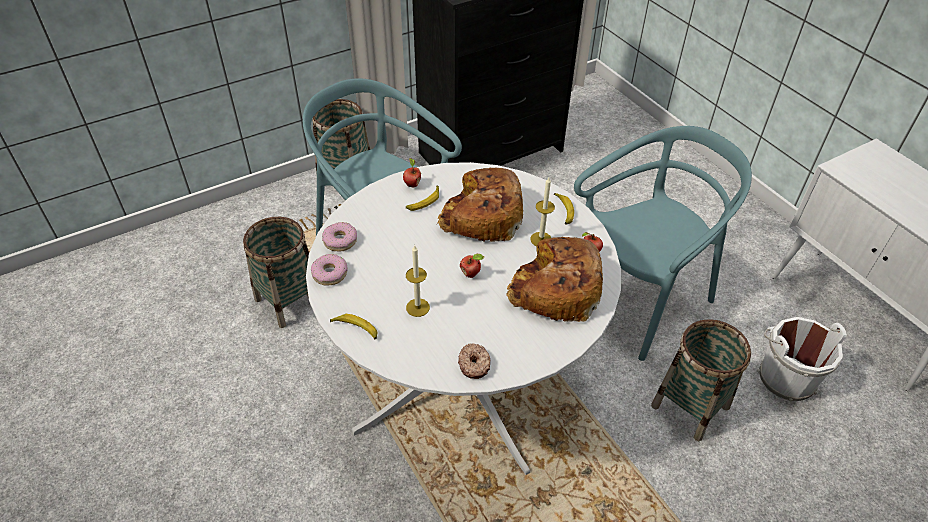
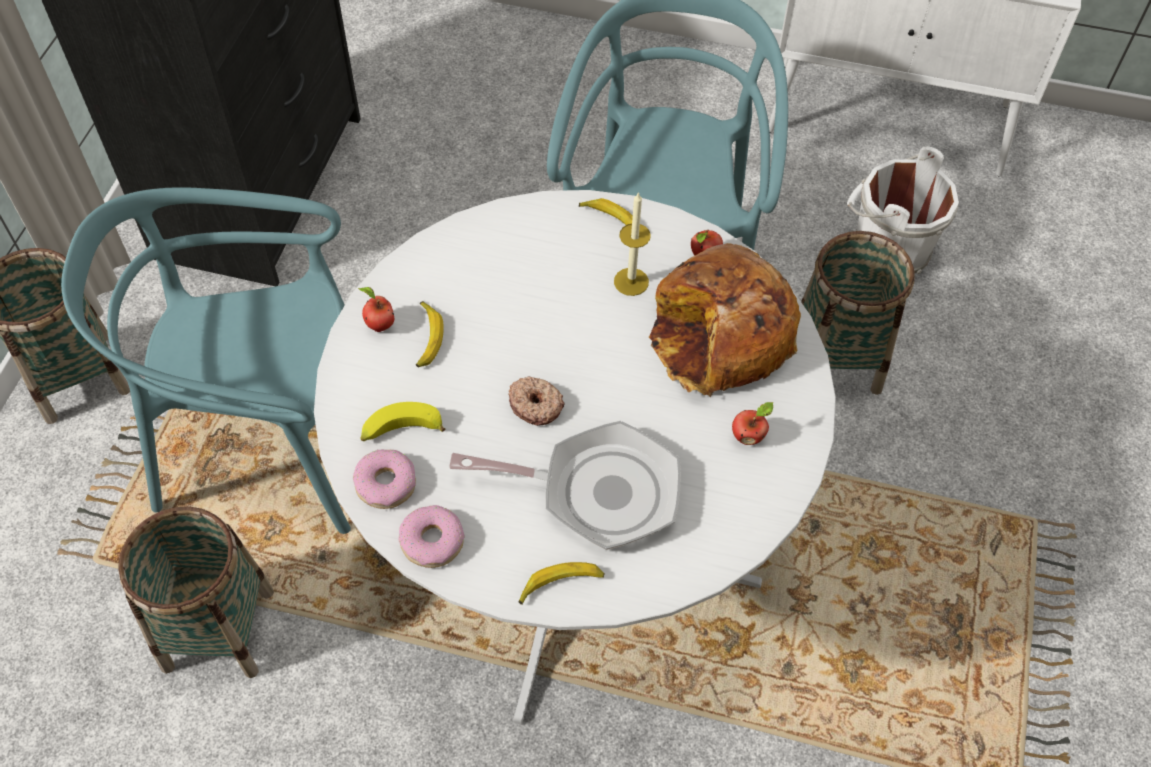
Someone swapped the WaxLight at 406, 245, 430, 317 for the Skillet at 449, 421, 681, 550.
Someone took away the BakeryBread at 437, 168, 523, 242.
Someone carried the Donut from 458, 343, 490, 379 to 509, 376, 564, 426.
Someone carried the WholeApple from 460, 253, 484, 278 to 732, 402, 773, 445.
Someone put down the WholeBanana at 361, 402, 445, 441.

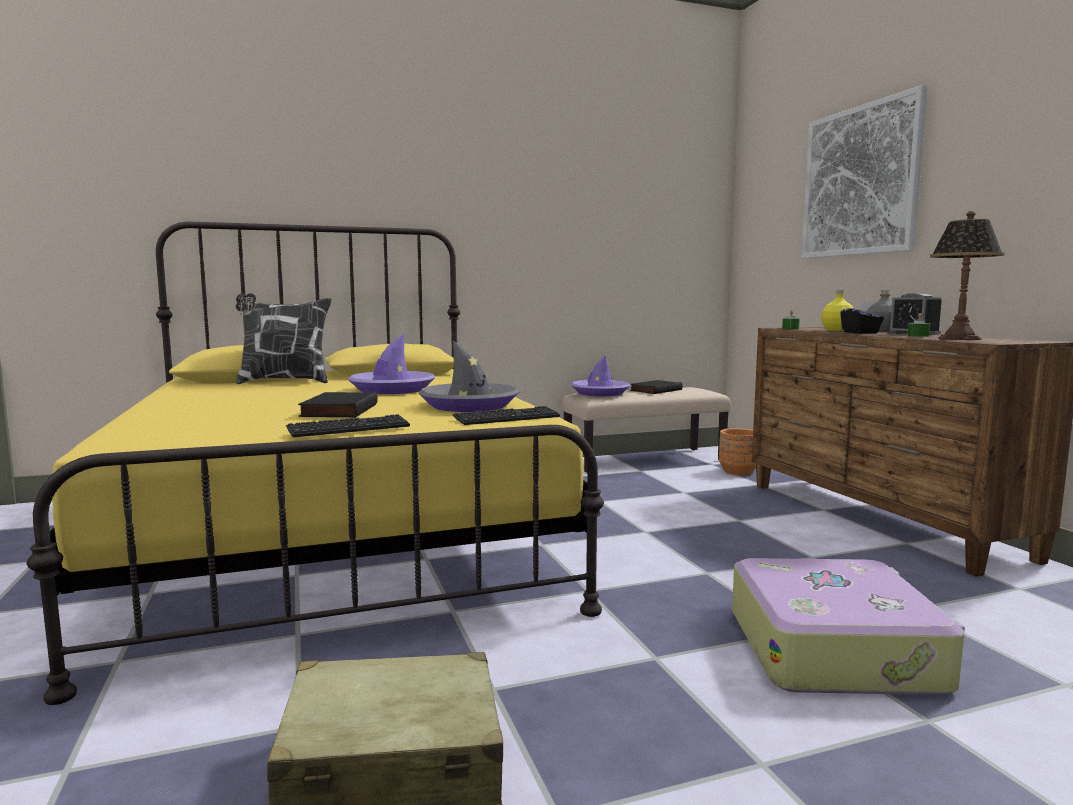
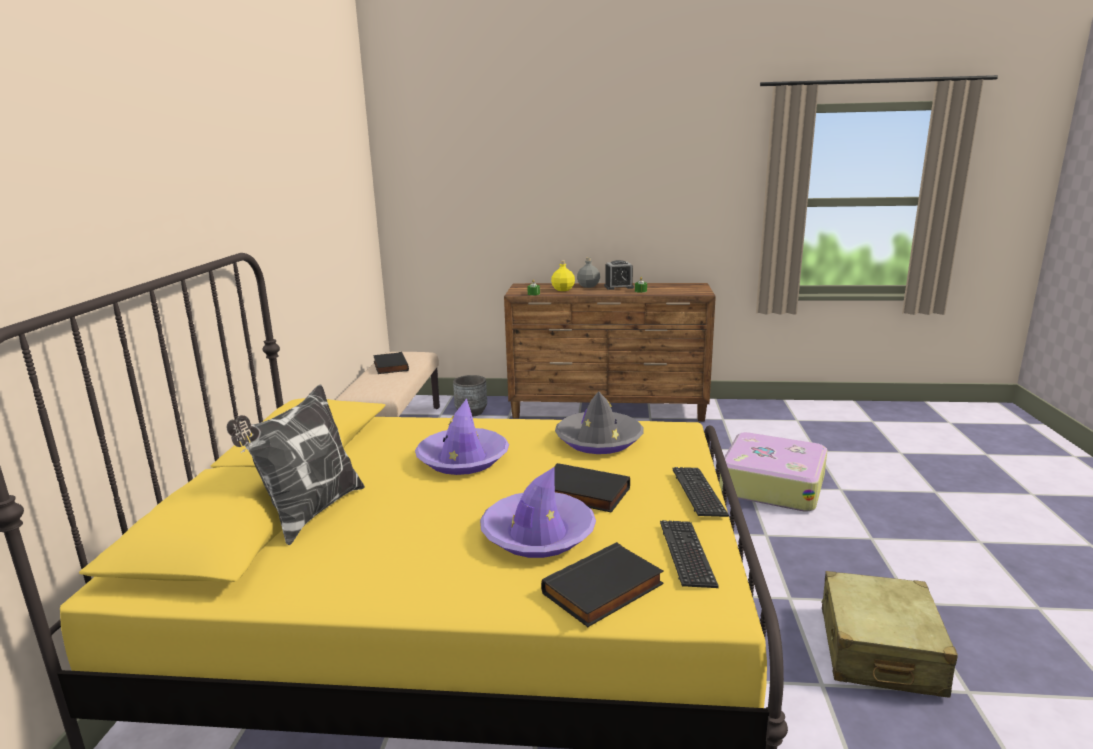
Someone carried the PcKeyboard from 453, 406, 560, 425 to 660, 520, 719, 588.
Someone carried the PurplishClothingHat from 571, 355, 631, 396 to 480, 467, 596, 558.
Someone repainted the OrangeColouredFlowerPot at 719, 428, 756, 475, which became the GrayFlowerPot at 453, 375, 487, 417.
Someone took away the WallPicture at 801, 85, 927, 258.
Someone took away the BlackTissueHolder at 840, 301, 884, 334.
Someone took away the TabletopLamp at 930, 211, 1005, 340.
Someone put down the BlackBook at 541, 542, 664, 627.

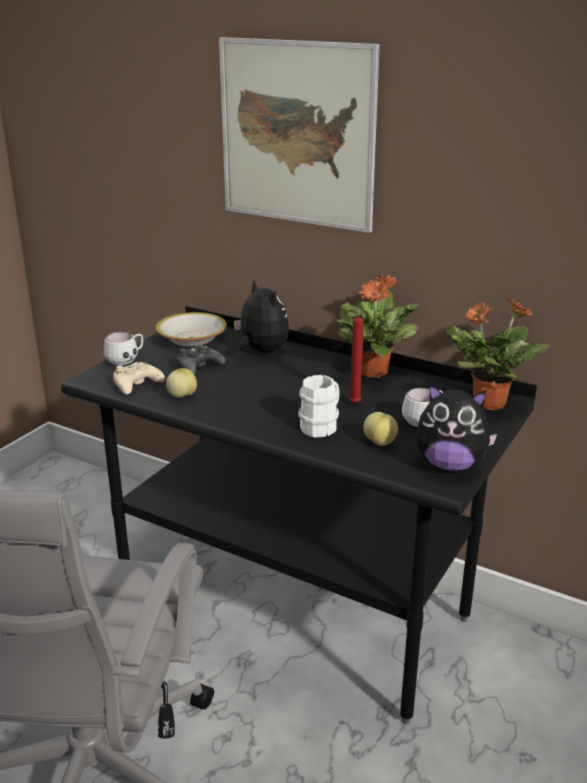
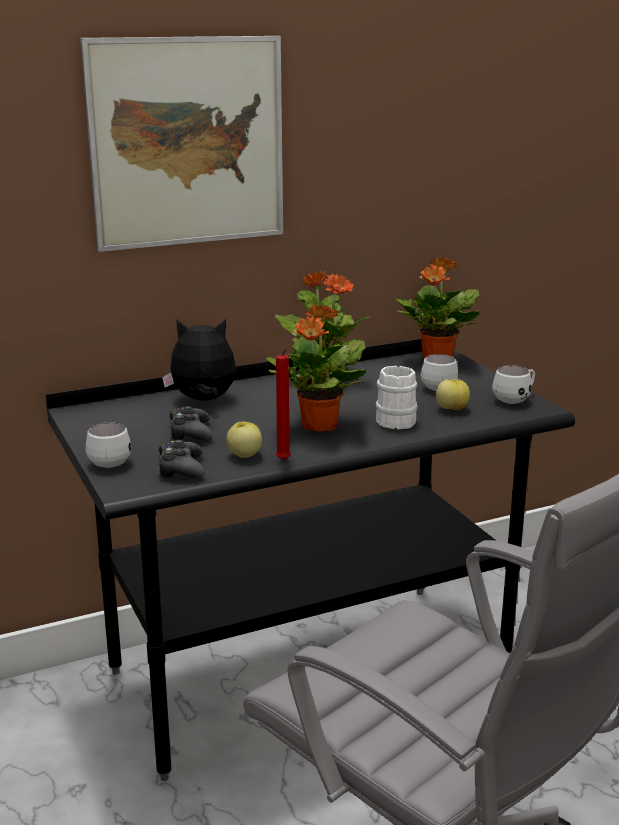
Someone repainted the BeigeColouredGamepad at 113, 361, 165, 395, which became the BlackGamepad at 158, 440, 204, 478.
Someone took away the DeepDish at 156, 312, 227, 347.
Someone carried the RedColouredWaxLight from 349, 312, 364, 404 to 276, 348, 291, 461.
Someone swapped the SoftToy at 416, 384, 497, 471 for the WhiteCoffeeMug at 492, 365, 535, 404.
Someone put down the PlantInAPot at 266, 304, 366, 432.

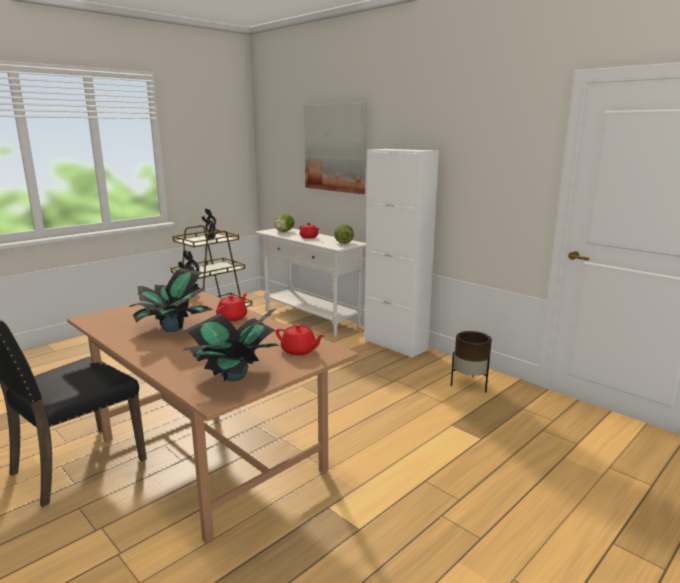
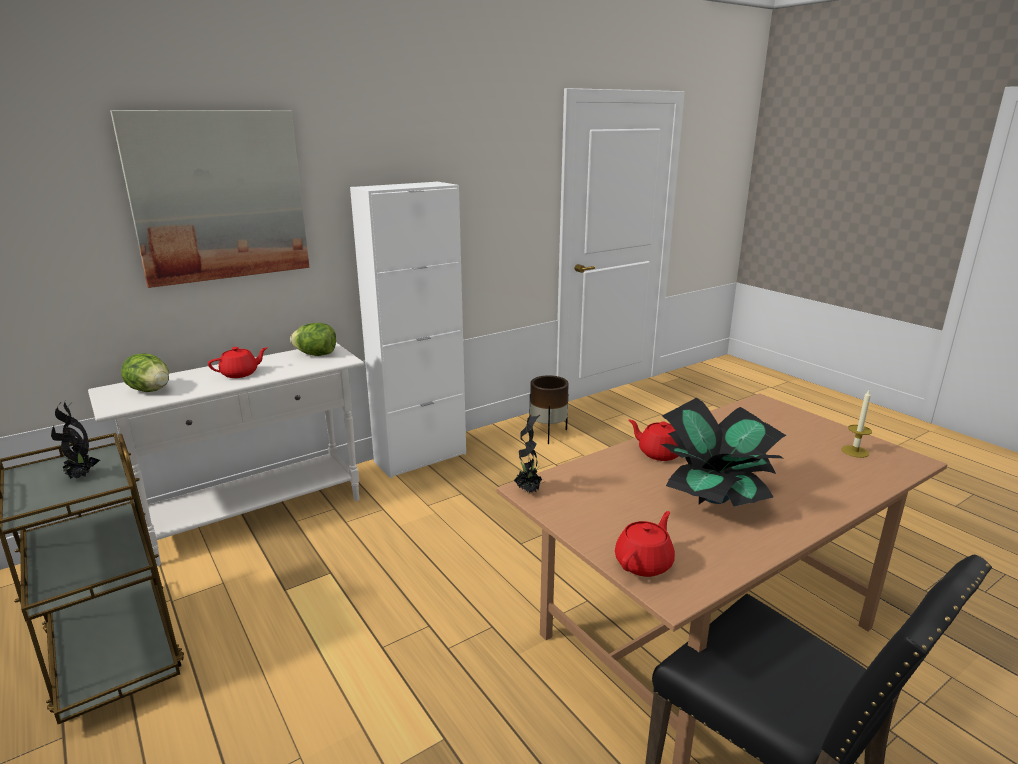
Someone swapped the PlantInAPot at 182, 308, 279, 381 for the WaxLight at 842, 390, 872, 458.
Someone carried the RedColouredTeaPot from 276, 324, 325, 355 to 615, 511, 675, 577.

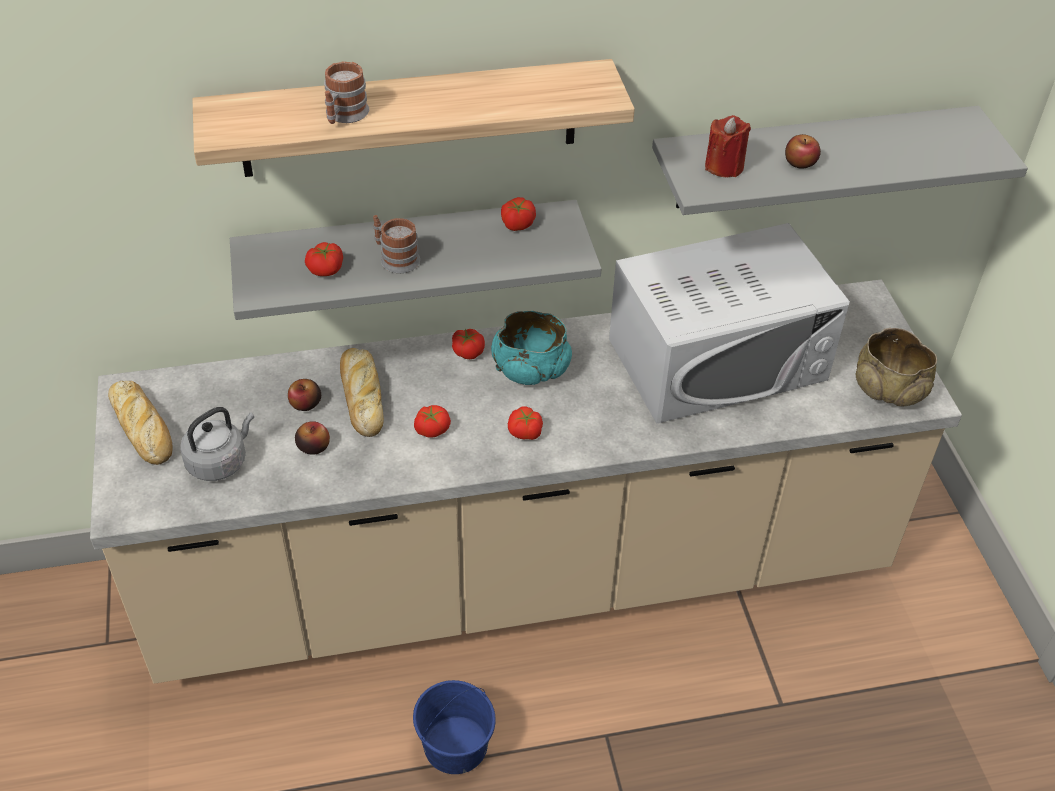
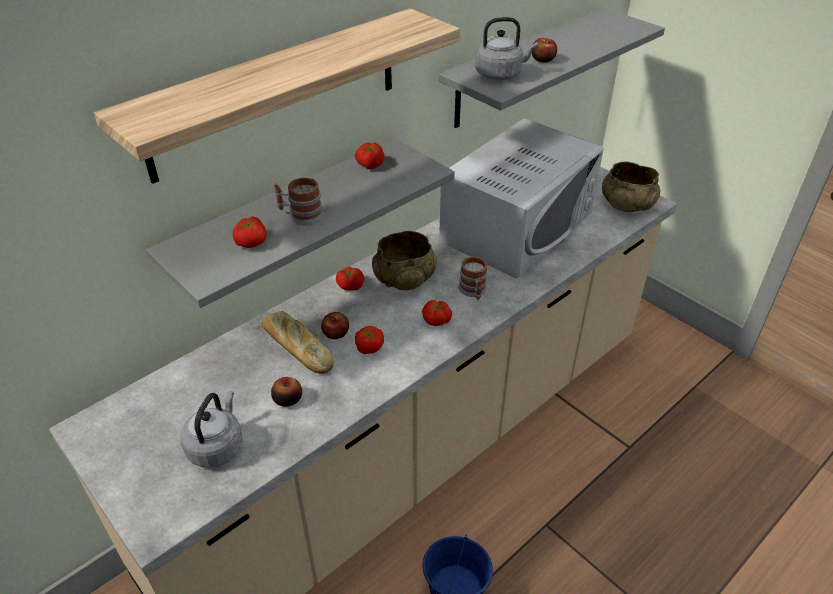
Someone took away the BakeryBread at 108, 381, 173, 465.
Someone carried the WholeApple from 288, 379, 321, 411 to 321, 312, 349, 339.
Someone carried the CoffeeMug from 324, 61, 369, 124 to 458, 256, 488, 300.
Someone repainted the TurquoiseDeepDish at 491, 311, 572, 385, which became the BeigeColouredDeepDish at 372, 231, 437, 290.
Someone swapped the RedColouredWaxLight at 705, 115, 751, 177 for the GrayKettle at 475, 17, 538, 80.

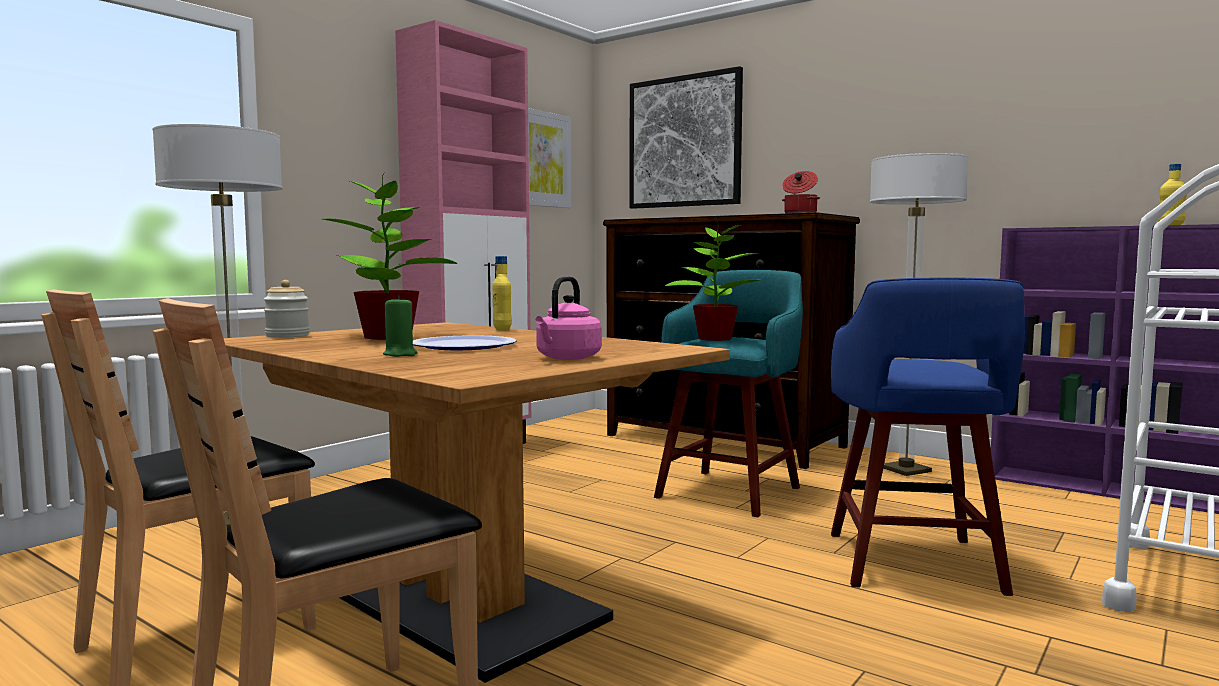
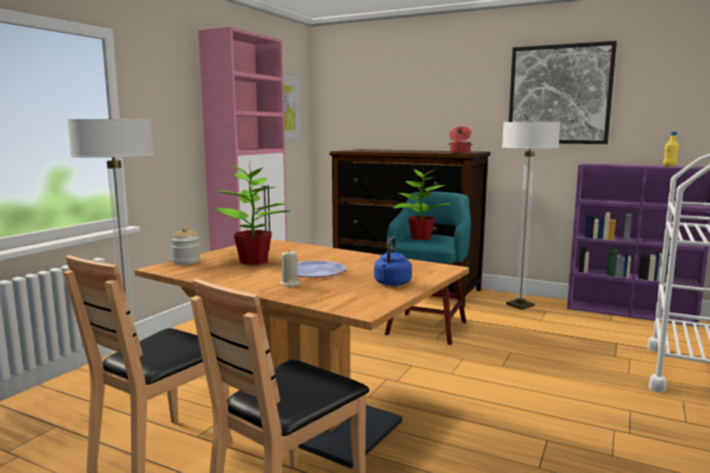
Someone repainted the GreenishWaxLight at 383, 296, 418, 357, which became the BeigeColouredWaxLight at 280, 250, 300, 287.
Someone took away the YellowBeverageBottle at 492, 256, 512, 331.
Someone repainted the PinkKettle at 536, 276, 602, 360, which became the BluishKettle at 374, 236, 412, 286.
Someone carried the WallPicture from 629, 66, 743, 209 to 509, 41, 617, 144.
Someone took away the BluishSittingStool at 831, 277, 1025, 596.

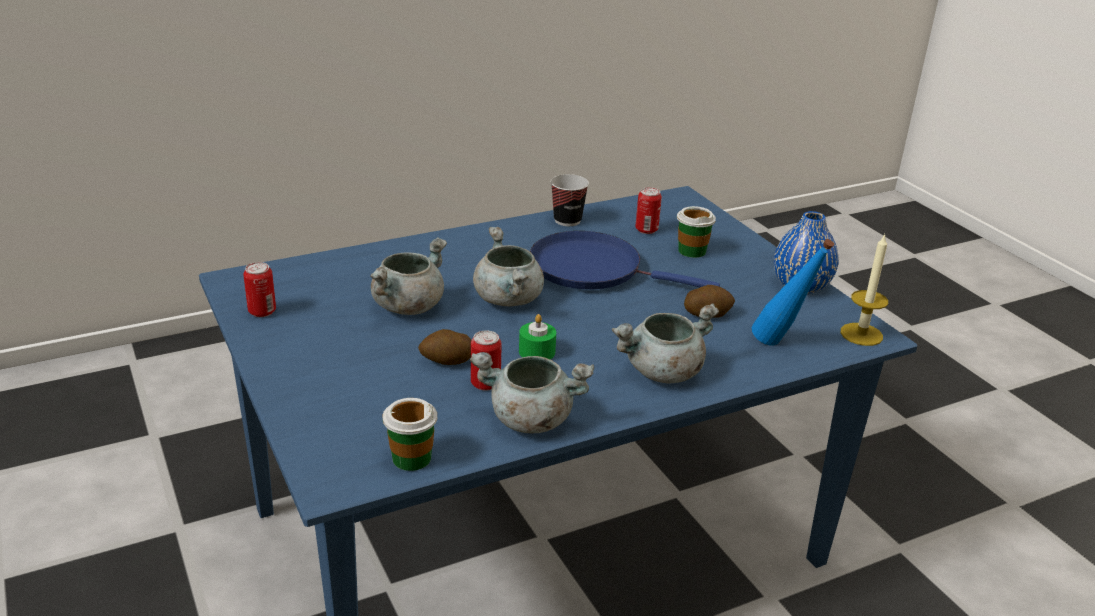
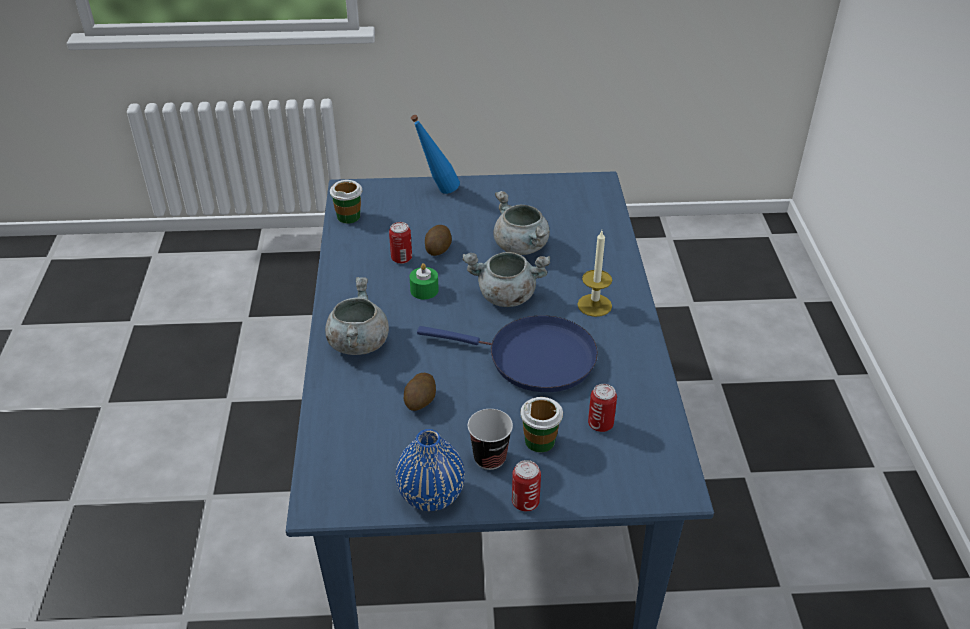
Someone carried the MetalCan from 243, 262, 276, 317 to 512, 460, 541, 511.
Someone took away the GrayCookingPot at 470, 352, 594, 433.
Someone rotated the BluishSkillet at 530, 231, 720, 289 by 60 degrees clockwise.
Someone carried the DrinkingCup from 551, 174, 589, 226 to 468, 409, 513, 470.
Someone carried the BluishBeverageBottle from 752, 239, 834, 345 to 411, 115, 460, 194.
Someone carried the WaxLight from 841, 234, 888, 346 to 577, 231, 612, 317.

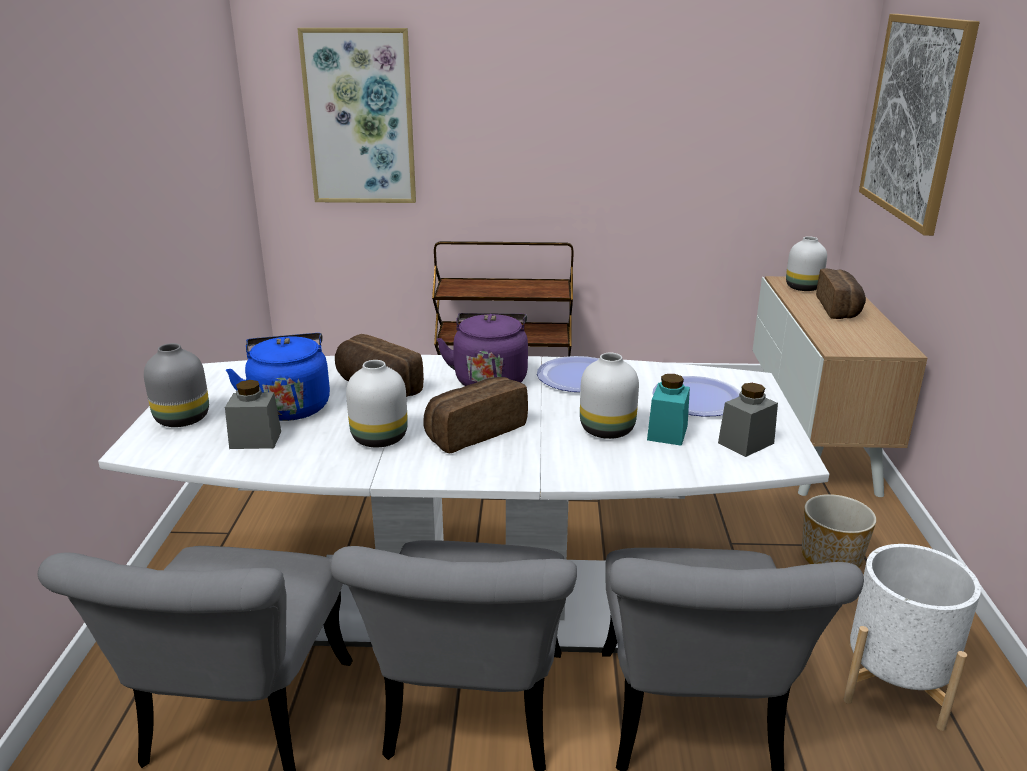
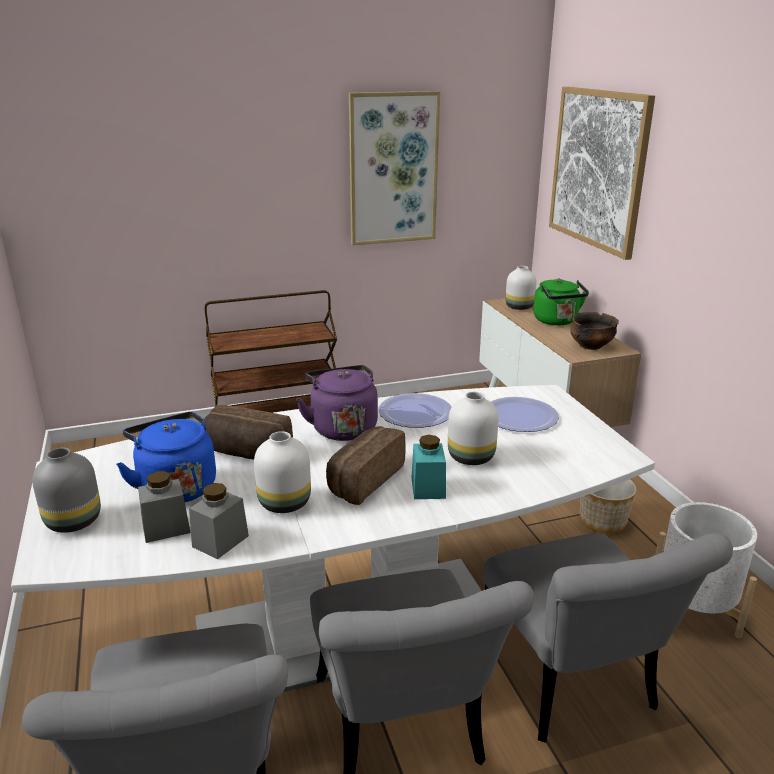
Someone carried the WallPicture from 297, 28, 416, 203 to 349, 91, 440, 245.
Someone carried the TurquoiseStorageJar from 647, 374, 690, 446 to 412, 435, 446, 499.
Someone carried the GrayStorageJar from 718, 383, 778, 457 to 189, 483, 249, 559.
Someone swapped the BakeryBread at 816, 268, 866, 319 for the GreenishKettle at 534, 278, 589, 325.
Someone put down the DeepDish at 570, 312, 619, 350.

